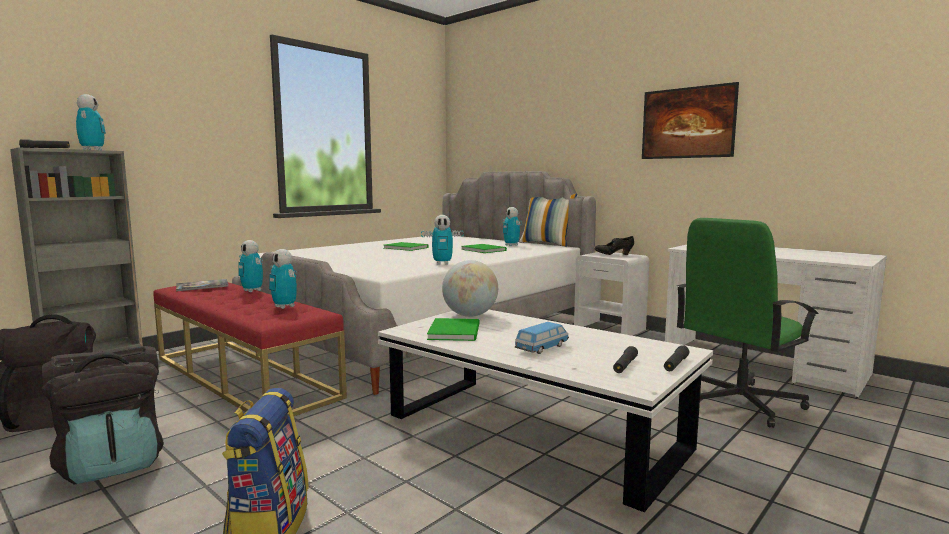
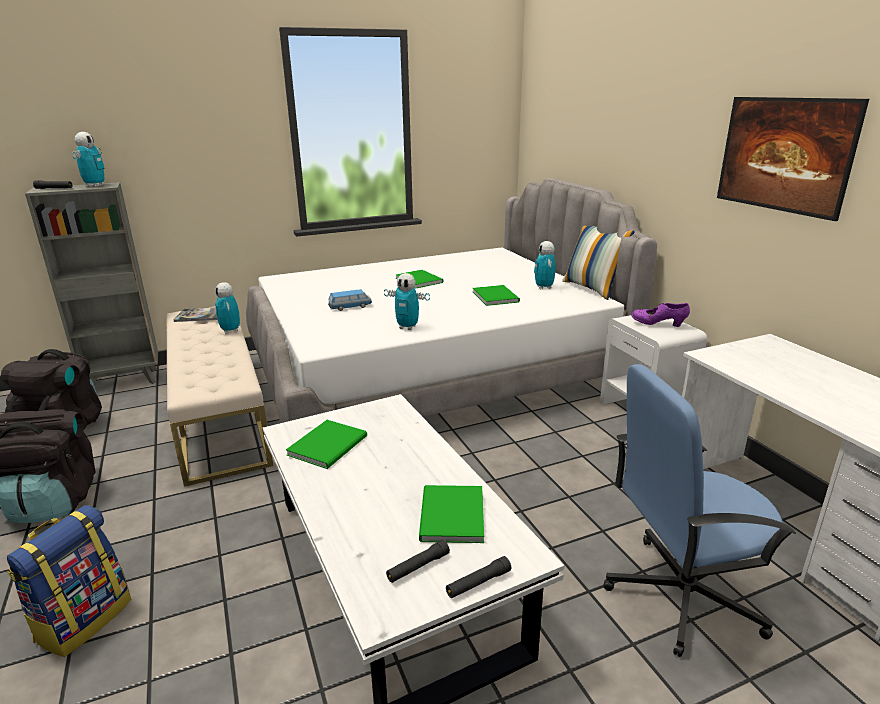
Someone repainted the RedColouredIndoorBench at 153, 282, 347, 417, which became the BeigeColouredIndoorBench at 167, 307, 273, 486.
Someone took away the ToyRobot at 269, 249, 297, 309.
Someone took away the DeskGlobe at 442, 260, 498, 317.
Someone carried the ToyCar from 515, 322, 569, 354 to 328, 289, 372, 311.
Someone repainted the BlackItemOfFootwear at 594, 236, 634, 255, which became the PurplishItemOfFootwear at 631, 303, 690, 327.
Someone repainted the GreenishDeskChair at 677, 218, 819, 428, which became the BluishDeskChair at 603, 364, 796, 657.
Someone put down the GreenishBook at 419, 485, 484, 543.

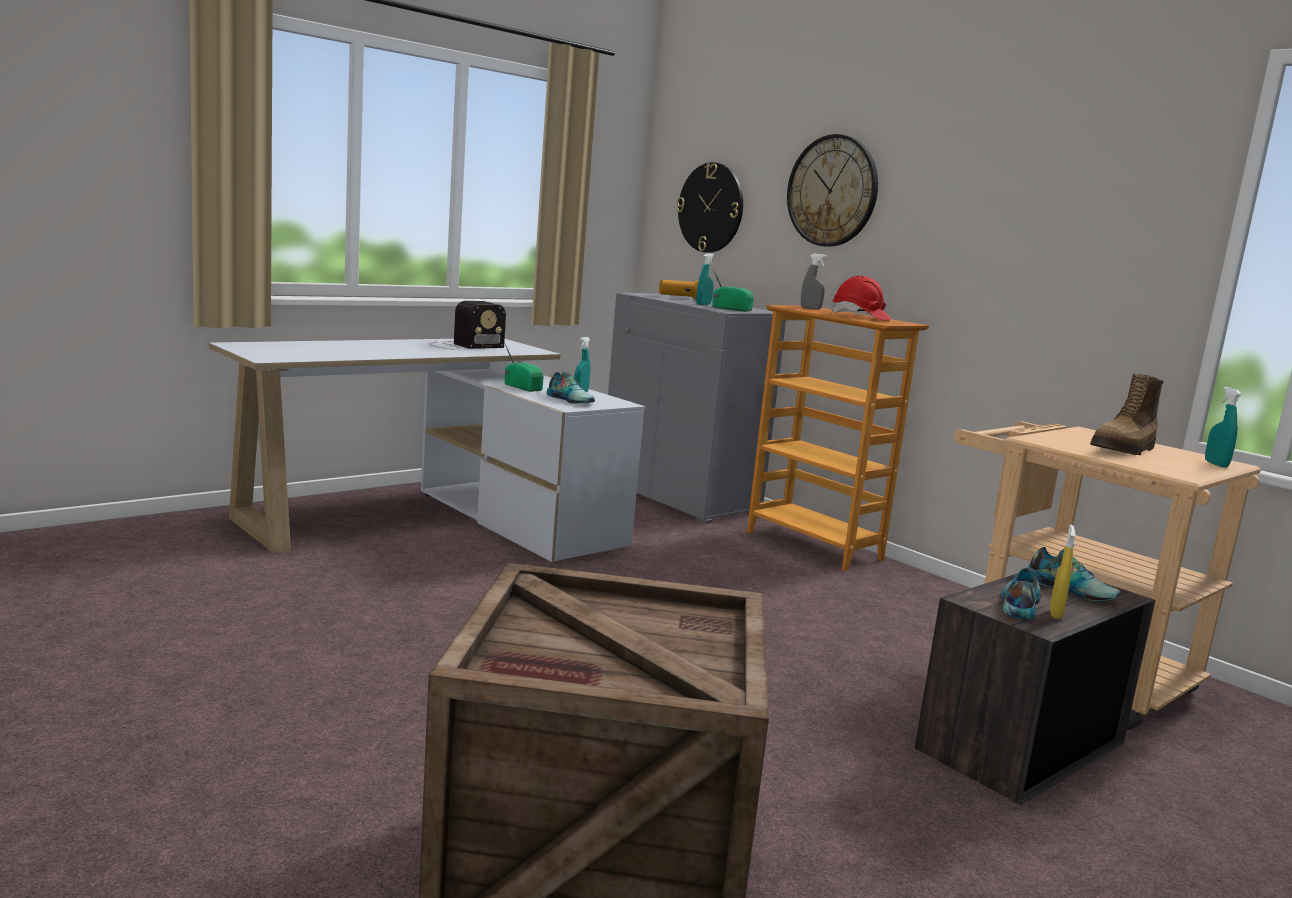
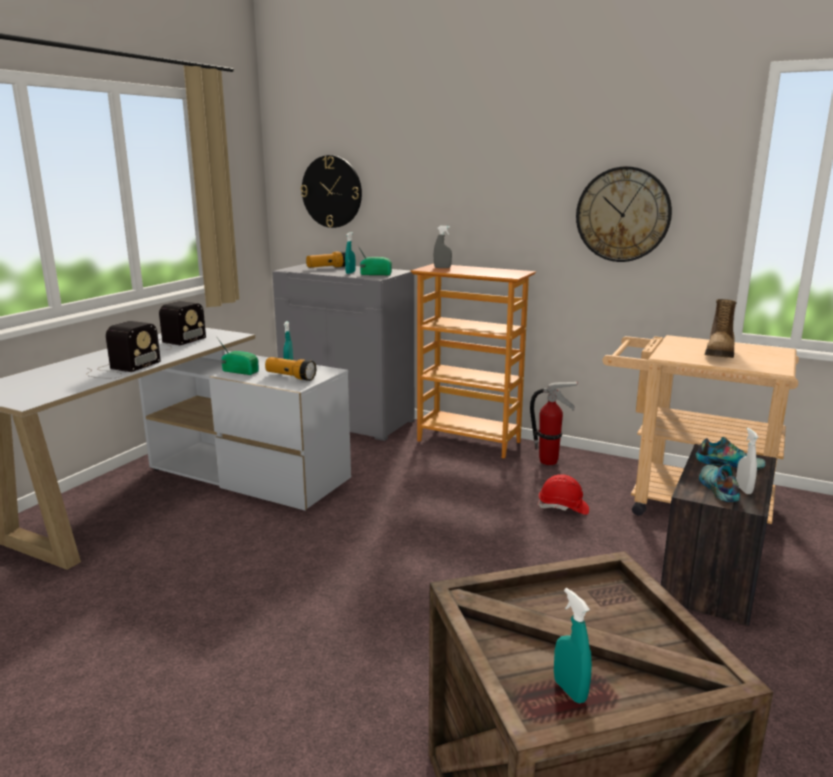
Someone swapped the ItemOfFootwear at 547, 370, 595, 404 for the HandTorch at 265, 357, 316, 381.
Someone carried the HangingClock from 787, 134, 878, 247 to 576, 166, 672, 262.
Someone carried the RedColouredHardHat from 832, 276, 891, 321 to 537, 474, 589, 515.
Someone repainted the YellowSprayBottle at 1050, 525, 1076, 619, which became the WhiteSprayBottle at 736, 428, 759, 494.
Someone carried the TurquoiseSprayBottle from 1205, 387, 1242, 467 to 554, 588, 592, 703.
Someone put down the Radio at 86, 321, 161, 378.
Someone put down the FireExtinguisher at 530, 382, 578, 465.

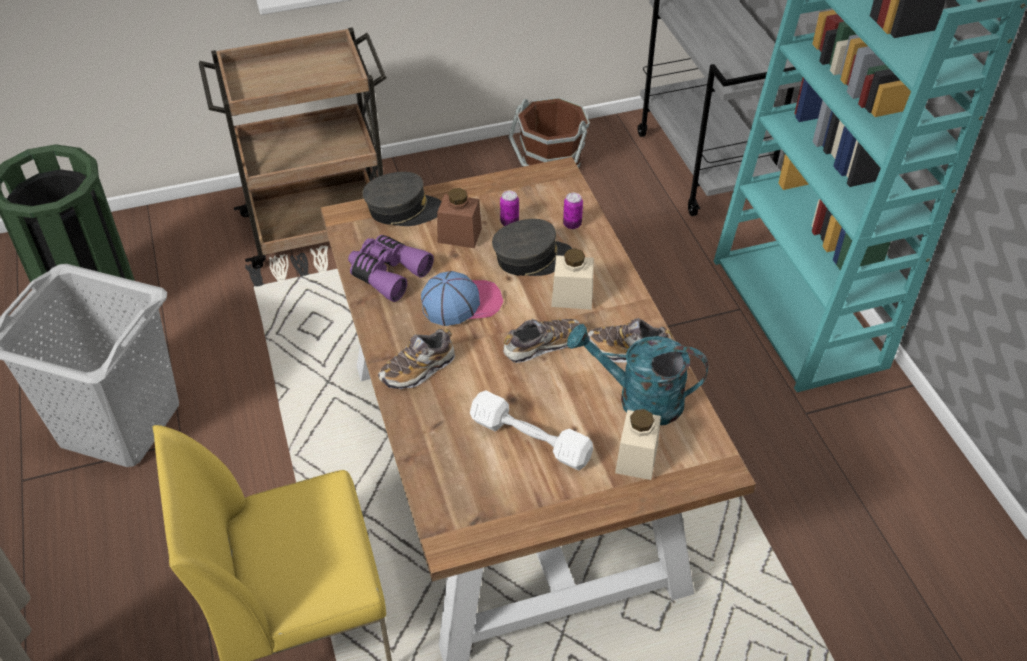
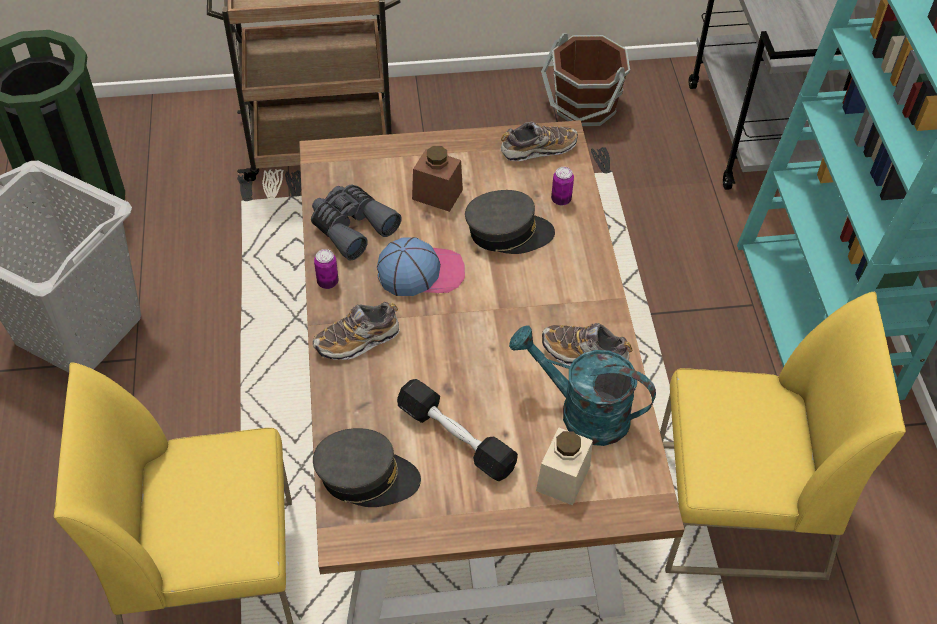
Someone repainted the PurplishFieldGlasses at 348, 235, 434, 302, which became the GrayFieldGlasses at 311, 184, 402, 261.
Someone carried the GrayBaseballCap from 362, 172, 442, 226 to 313, 428, 421, 507.
Someone repainted the WhiteDumbbell at 470, 391, 593, 471, which became the BlackDumbbell at 397, 379, 518, 481.
Someone carried the MetalCan from 500, 191, 519, 226 to 314, 249, 339, 289.
Someone carried the ItemOfFootwear from 503, 319, 580, 363 to 501, 121, 578, 161.
Someone took away the BeigeColouredStorageJar at 551, 248, 594, 310.
Someone put down the YellowPlainChair at 660, 292, 906, 580.

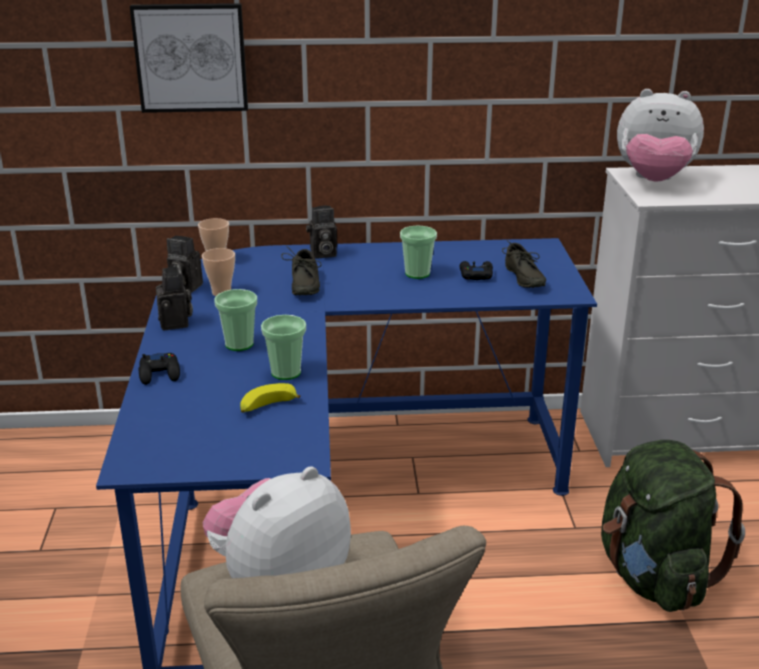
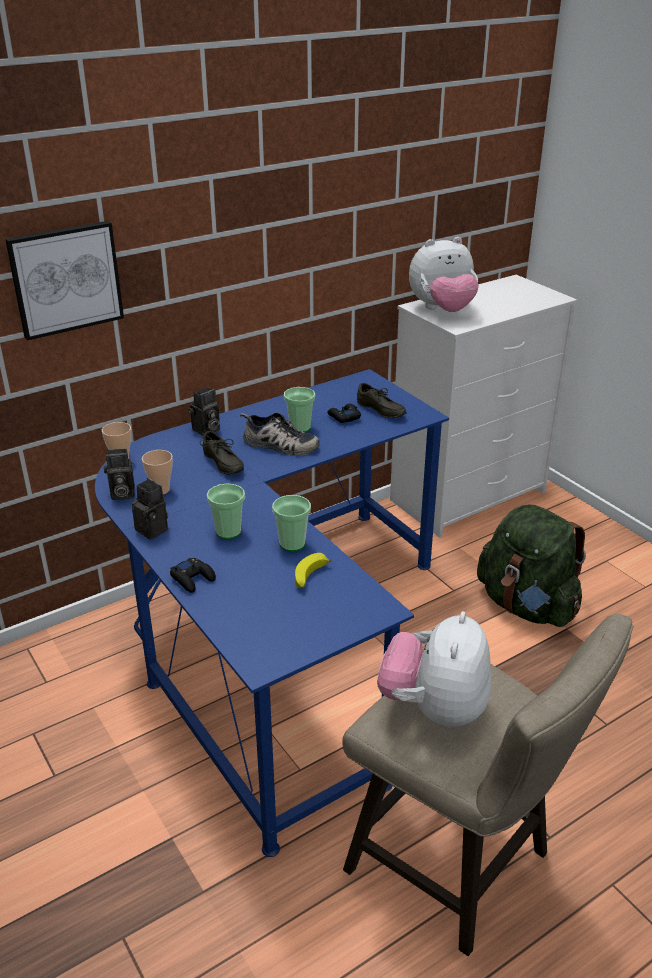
Someone put down the ItemOfFootwear at 240, 412, 320, 455.

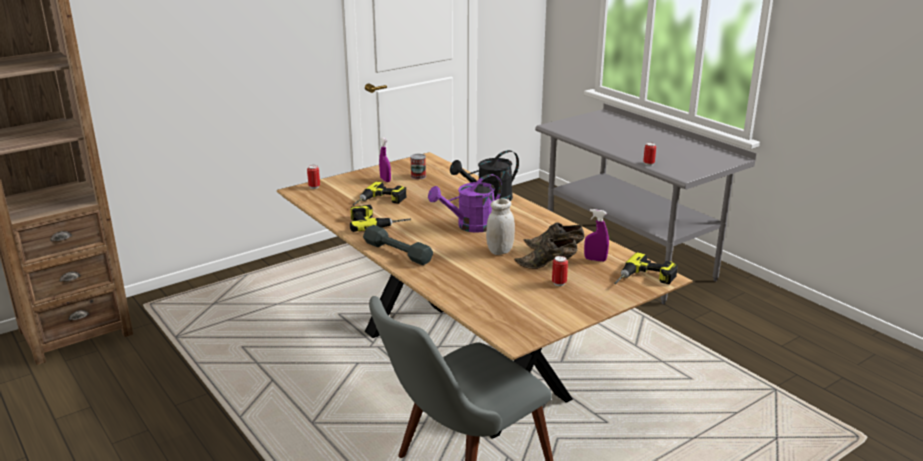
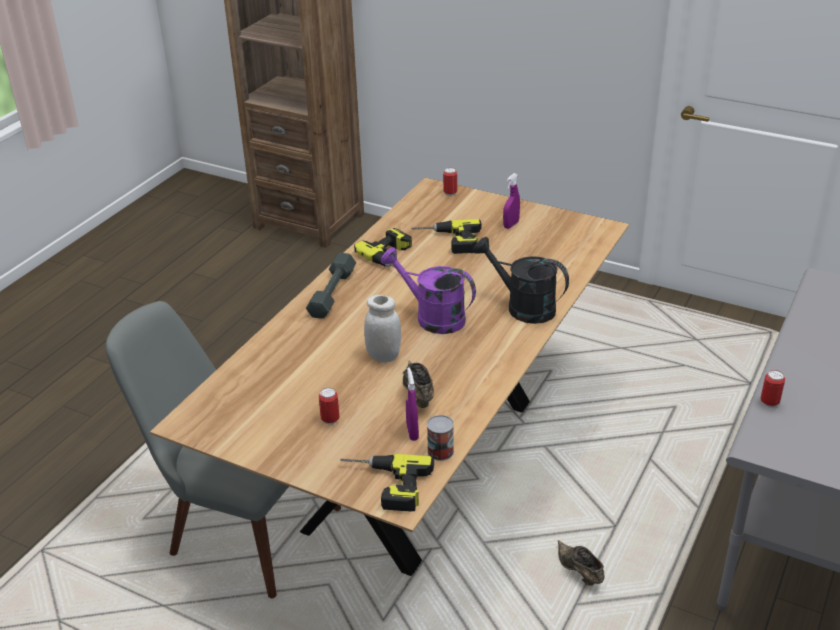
Someone carried the MetalCan from 410, 154, 426, 179 to 427, 415, 454, 461.
Someone carried the BrownishItemOfFootwear from 514, 238, 578, 269 to 558, 540, 605, 586.

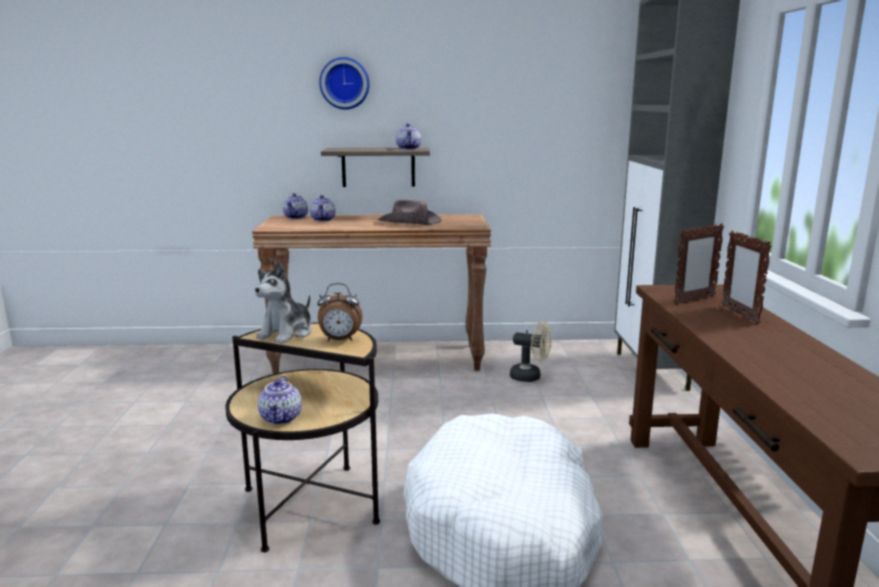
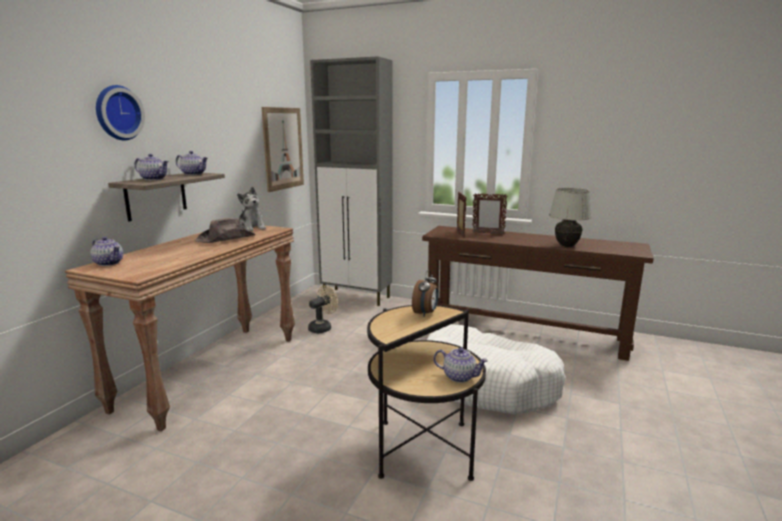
Someone carried the SoftToy from 255, 262, 312, 344 to 237, 187, 266, 231.
Someone carried the TeaPot from 310, 195, 336, 221 to 135, 154, 169, 180.
Someone put up the WallPicture at 262, 107, 304, 192.
Someone put down the WhiteTabletopLamp at 549, 188, 592, 247.

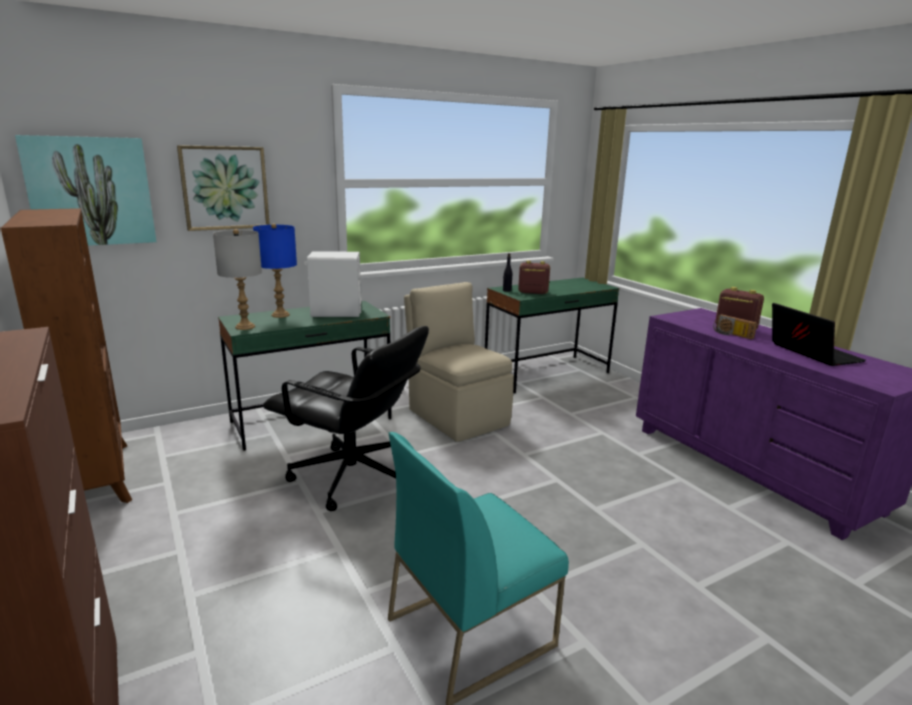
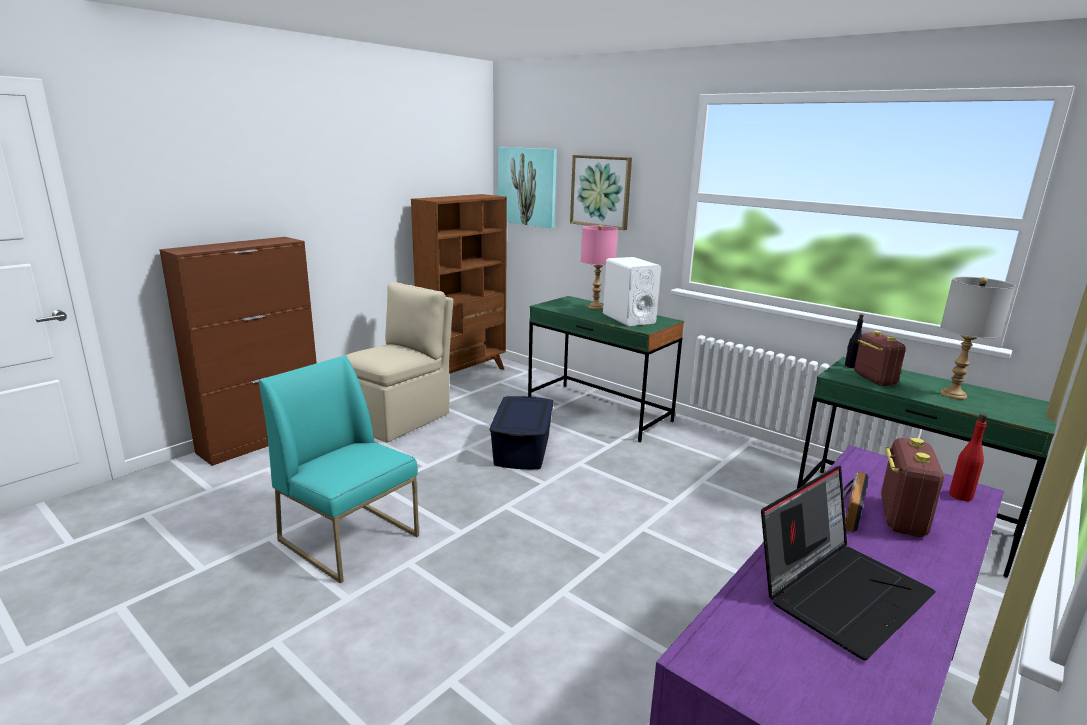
Someone carried the GrayTabletopLamp from 213, 229, 262, 330 to 940, 277, 1015, 400.
Someone repainted the BluishTabletopLamp at 253, 224, 297, 318, which became the PinkTabletopLamp at 581, 225, 618, 309.
Someone swapped the BlackDeskChair at 263, 326, 429, 511 for the BluishStorageBox at 490, 396, 554, 469.
Someone carried the BeigeColouredPlainChair from 404, 282, 514, 442 to 345, 282, 453, 442.
Someone put down the RedColouredBeverageBottle at 949, 414, 987, 501.

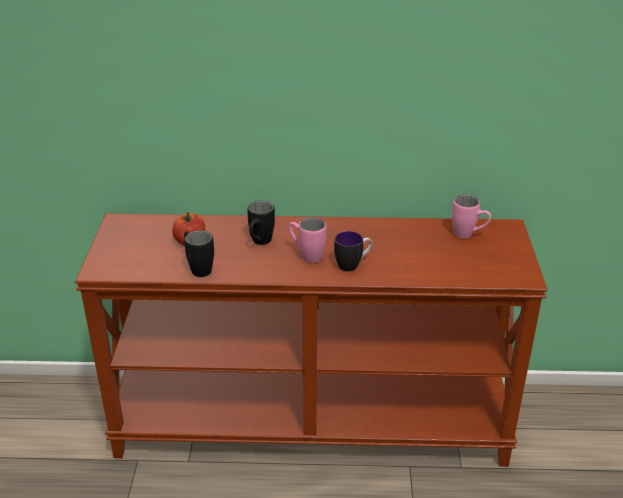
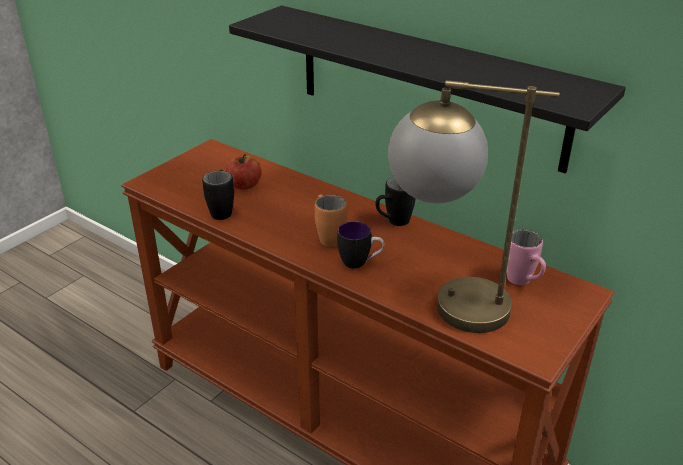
Someone carried the BlackCoffeeMug from 247, 201, 275, 245 to 375, 177, 416, 226.
Someone repainted the PinkCoffeeMug at 289, 218, 327, 263, which became the OrangeColouredCoffeeMug at 315, 195, 347, 247.
Someone put up the BlackBracketShelf at 229, 6, 626, 174.
Someone put down the TabletopLamp at 388, 80, 560, 333.

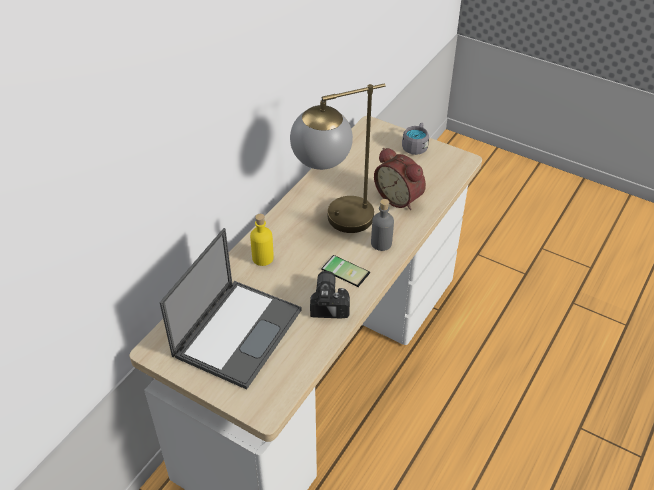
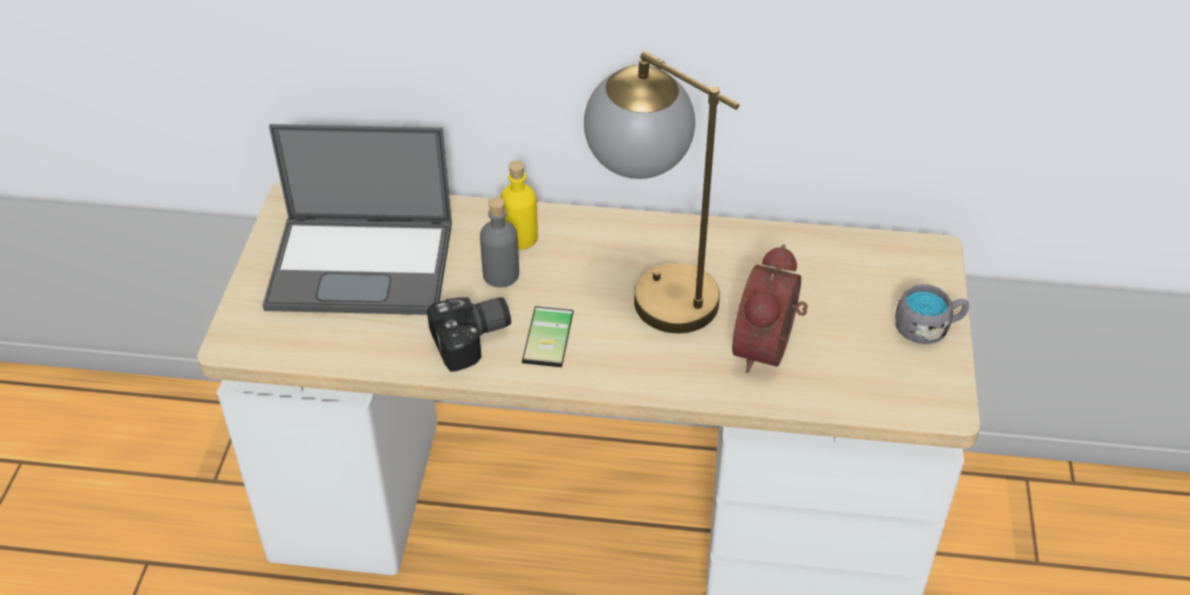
Someone carried the GrayBeverageBottle from 371, 199, 394, 251 to 480, 197, 519, 287.

